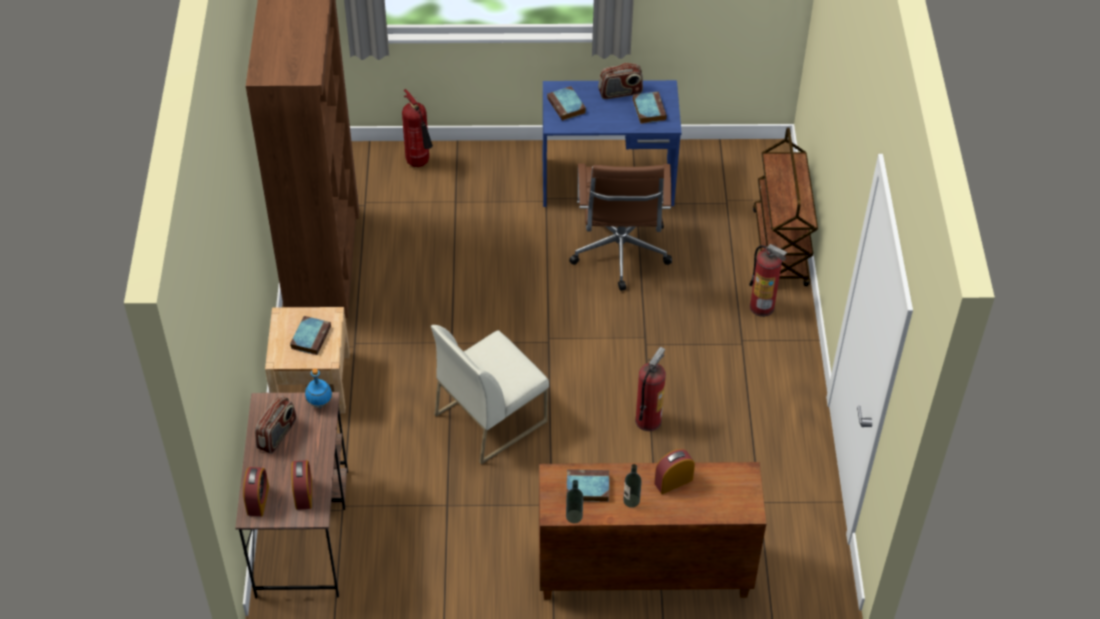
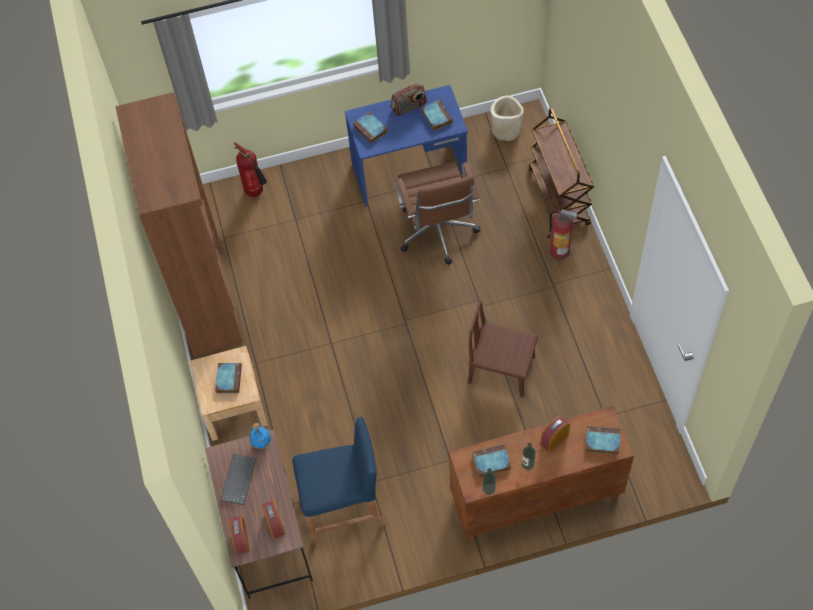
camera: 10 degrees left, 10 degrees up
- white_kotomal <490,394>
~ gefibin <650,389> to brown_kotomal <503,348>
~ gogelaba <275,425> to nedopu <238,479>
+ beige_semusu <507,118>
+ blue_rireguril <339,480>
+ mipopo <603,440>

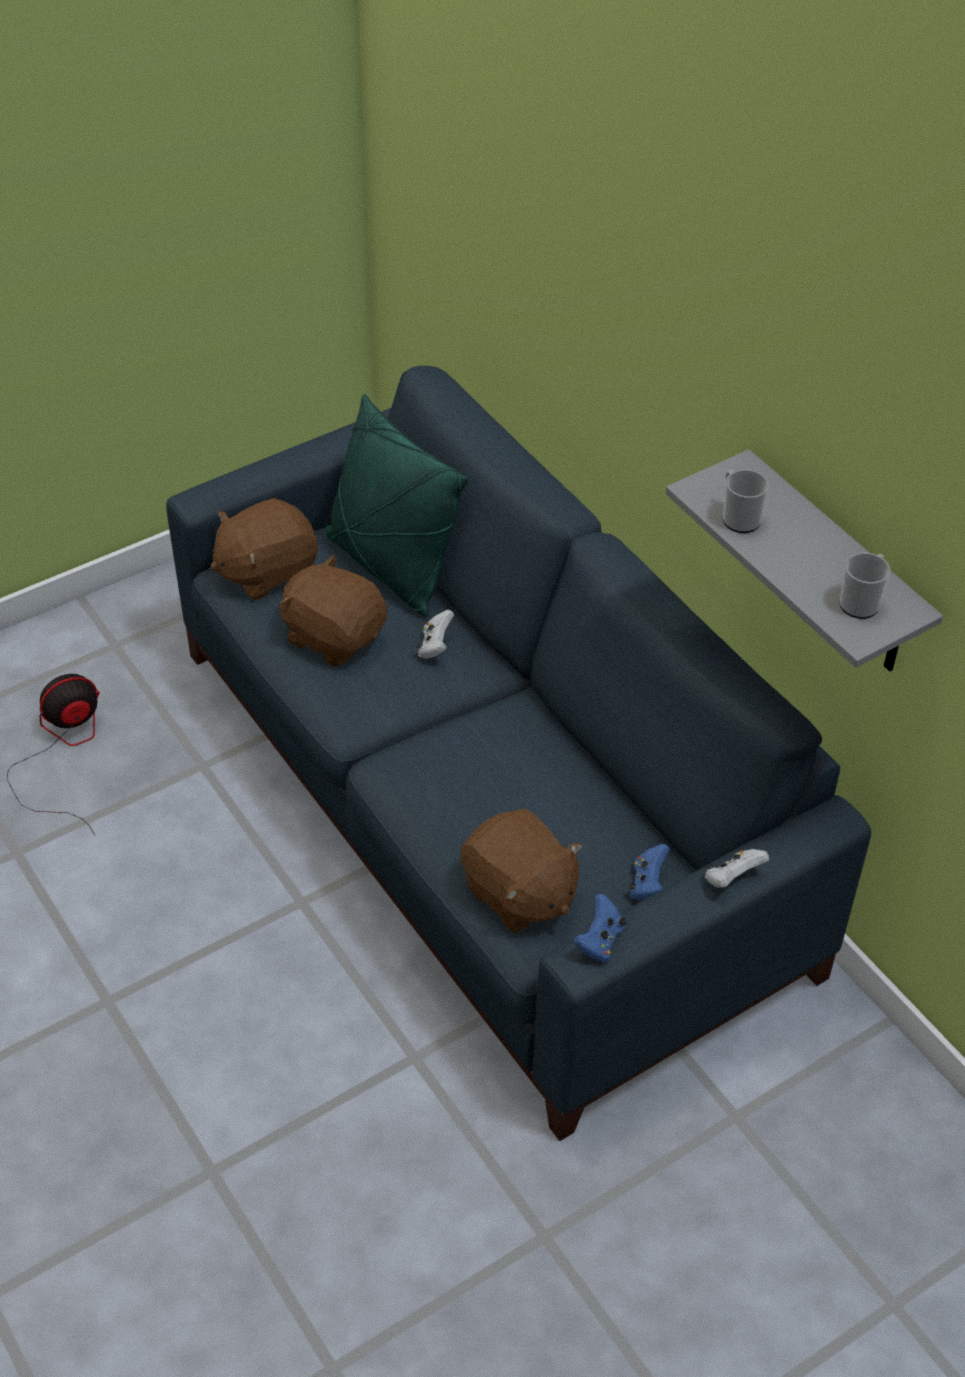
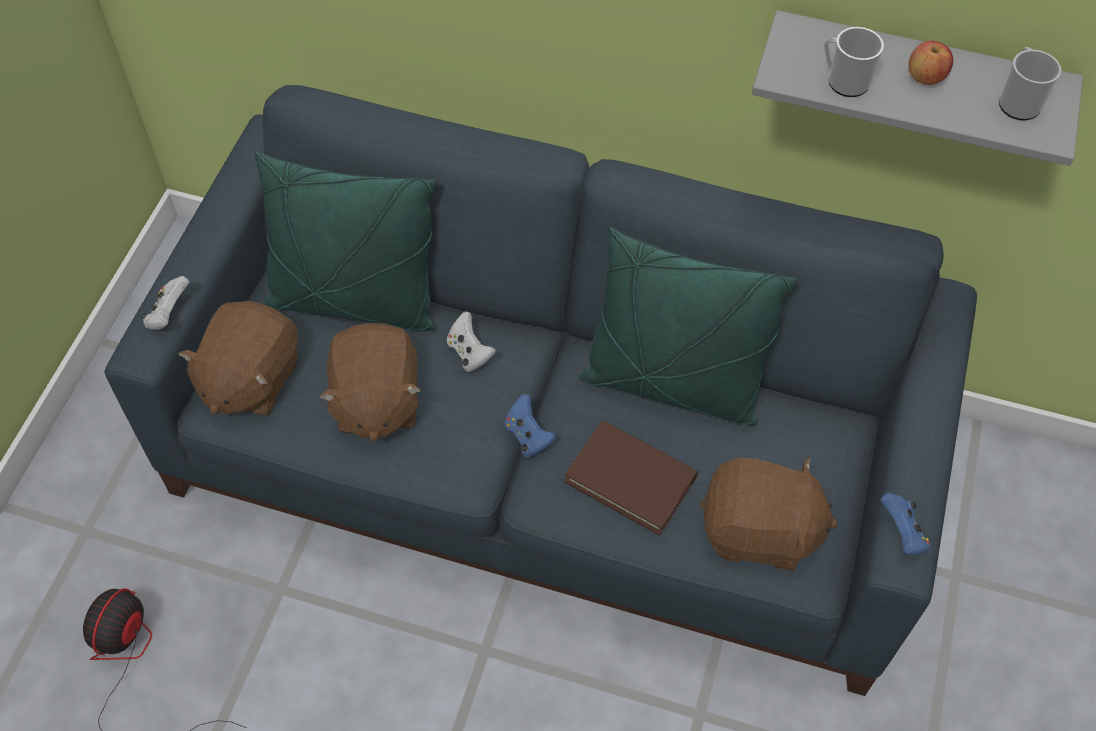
camera: 40 degrees left, 10 degrees up
~ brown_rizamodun <333,610> = <370,382> 90 degrees counterclockwise
~ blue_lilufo <650,872> to <531,425>
~ white_lilufo <737,868> to <165,303>
+ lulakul <931,63>
+ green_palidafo <688,326>
+ brown_mipopo <631,477>

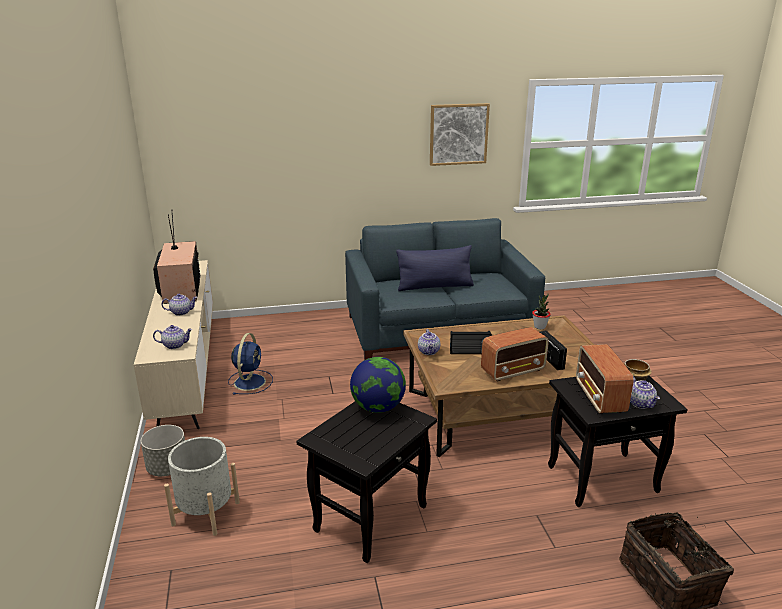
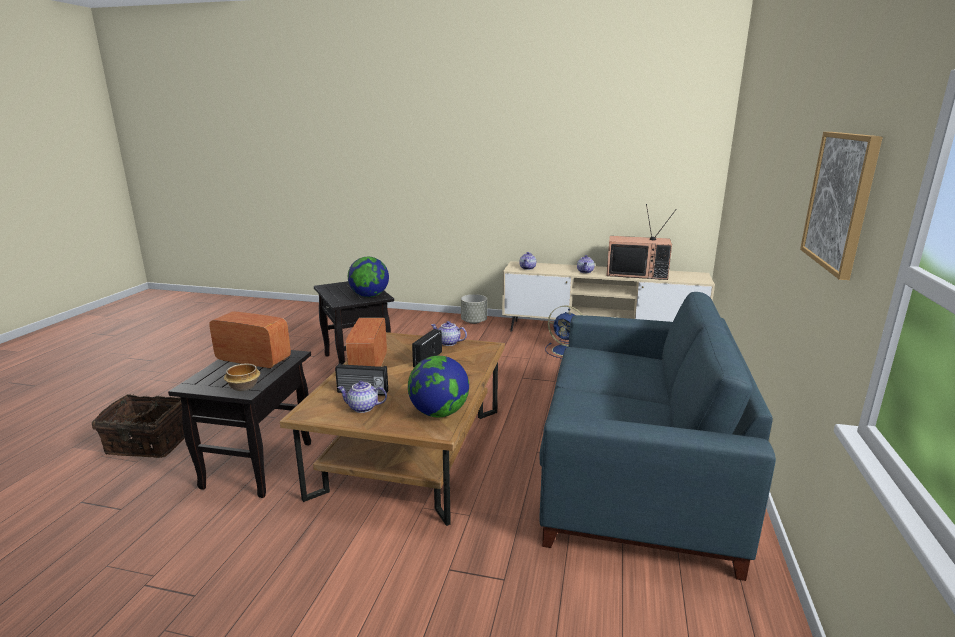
camera: 115 degrees right, 5 degrees down
- blue_palidafo <435,268>
~ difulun <541,311> to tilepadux <438,386>
~ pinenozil <645,393> to <362,397>
- grey_semusu <202,486>

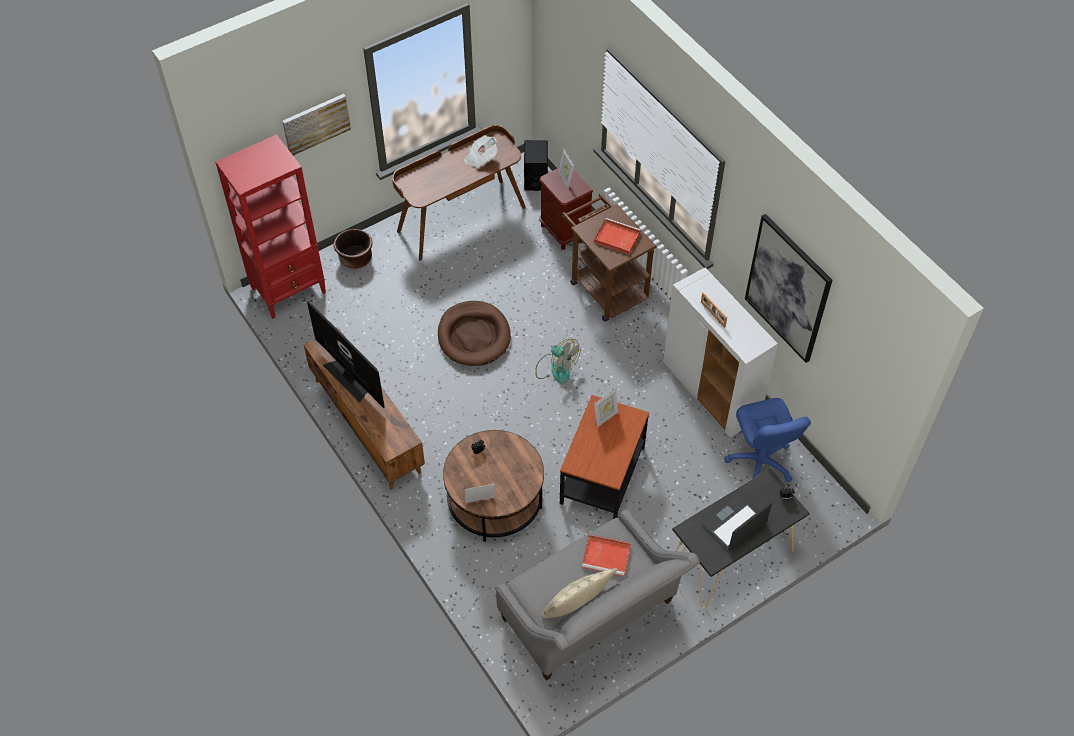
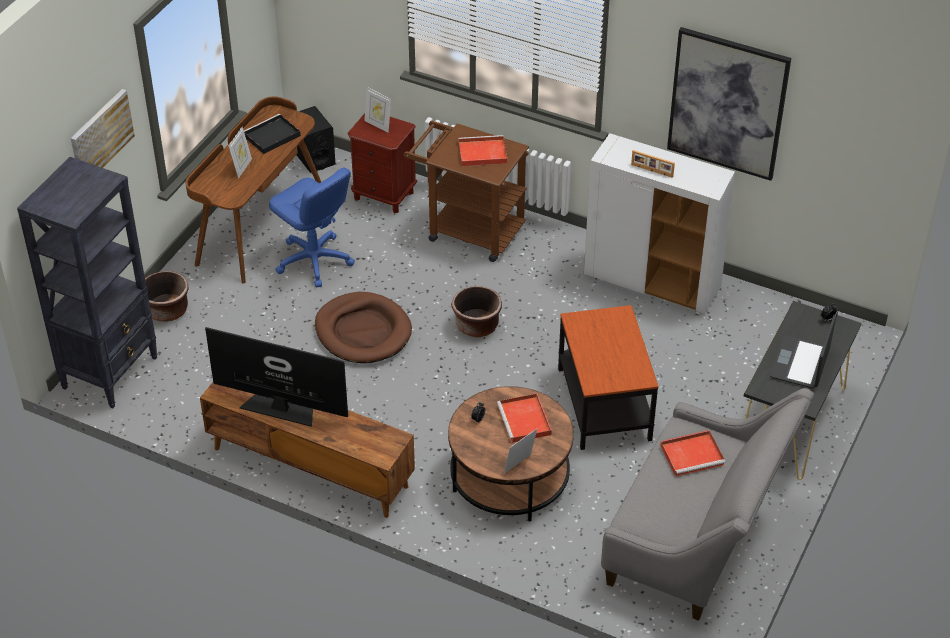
camera: 30 degrees left, 10 degrees down
~ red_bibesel <270,226> to black_bibesel <87,282>
~ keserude <481,152> to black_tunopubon <272,134>
~ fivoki <557,361> to brown_semusu <476,311>
~ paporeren <606,407> to <240,152>
~ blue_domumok <767,440> to <312,227>
- beige_palidafo <579,593>
+ red_tunopubon <524,418>

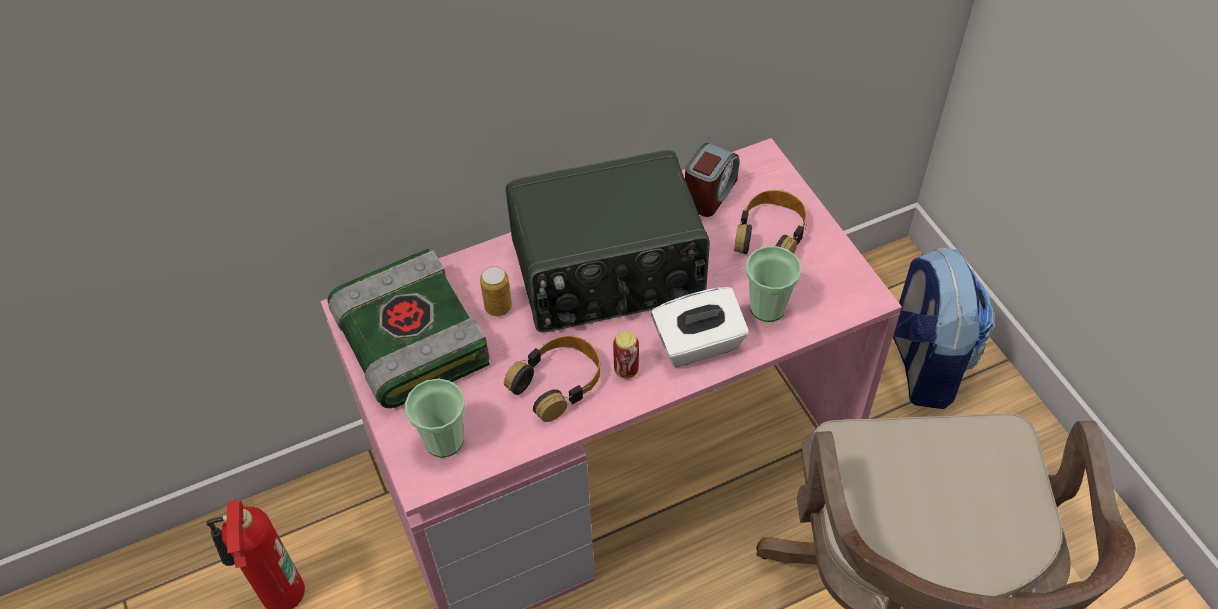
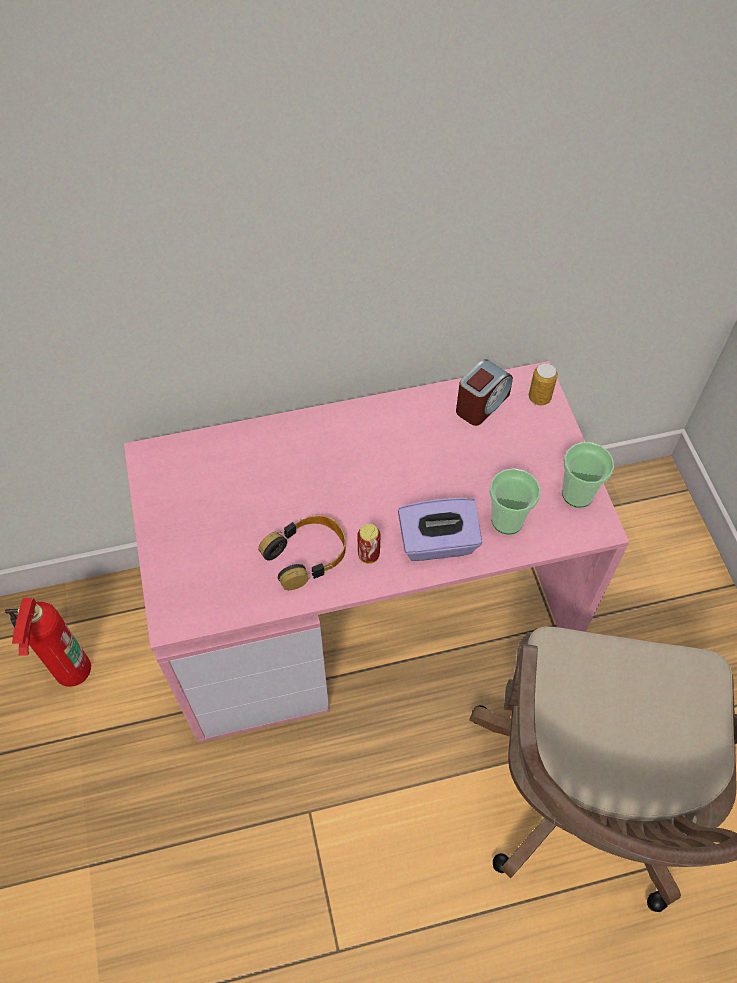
camera: 10 degrees right, 5 degrees up
- gogelaba <608,241>
- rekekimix <770,222>
- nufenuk <943,328>
- mipopo <409,328>
~ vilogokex <496,291> to <543,384>
~ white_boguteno <700,327> to purple_boguteno <440,529>
~ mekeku <435,418> to <588,475>

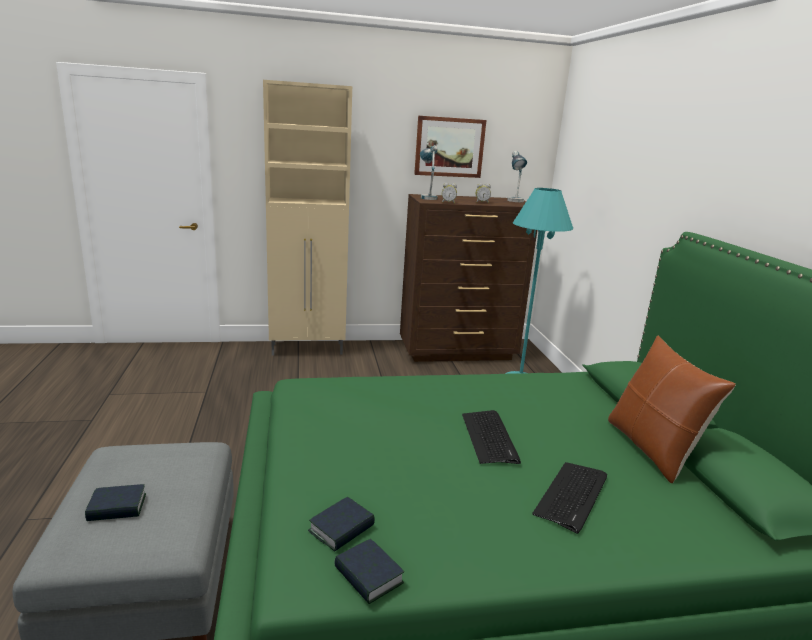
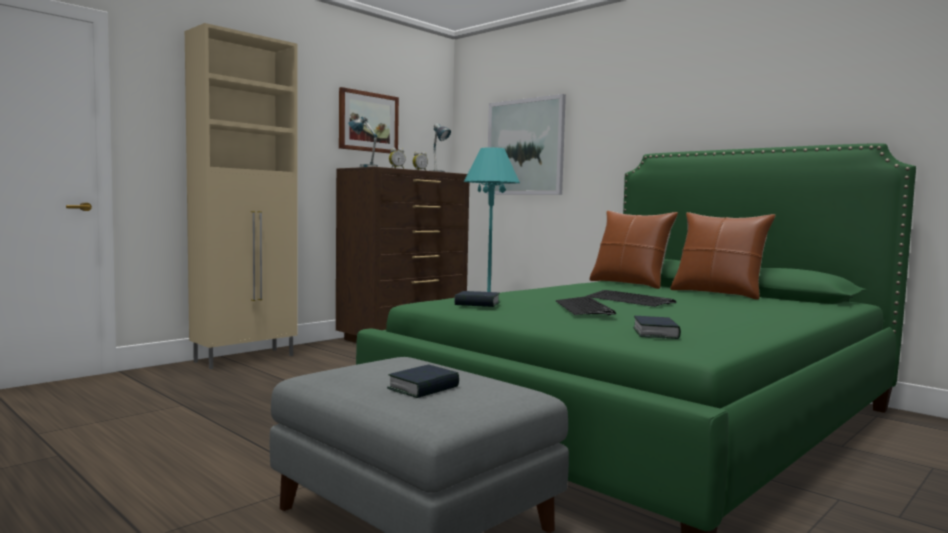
camera: 35 degrees left, 15 degrees down
~ nedopu <569,498> to <585,305>
~ mipopo <369,571> to <477,299>
+ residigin <526,144>
+ brown_palidafo <634,250>

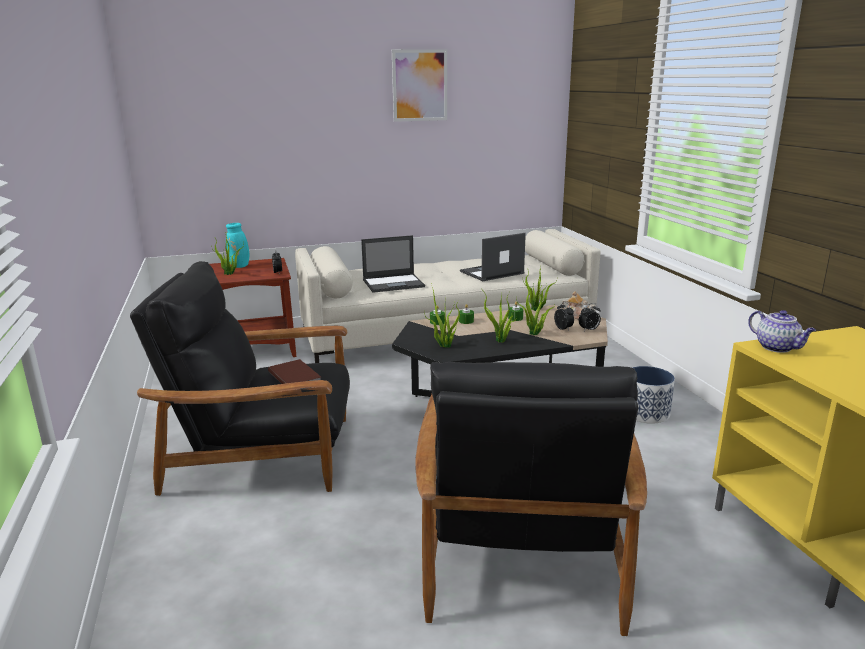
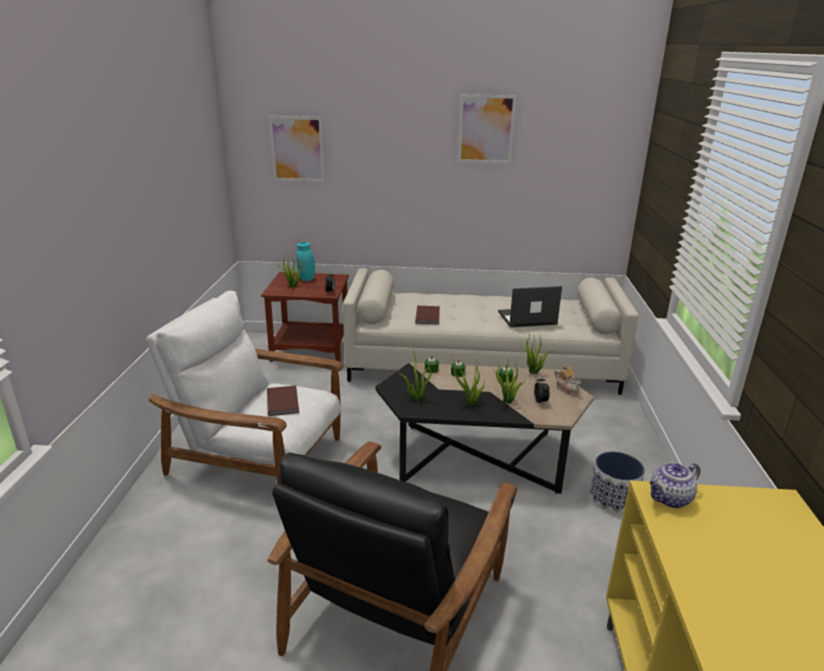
camera: 20 degrees right, 5 degrees up
~ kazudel <393,264> to brown_mipopo <427,315>
~ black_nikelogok <240,378> to white_nikelogok <245,387>
- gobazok <590,317>
~ pinenozil <782,331> = <675,485> 75 degrees clockwise
+ residigin <297,149>

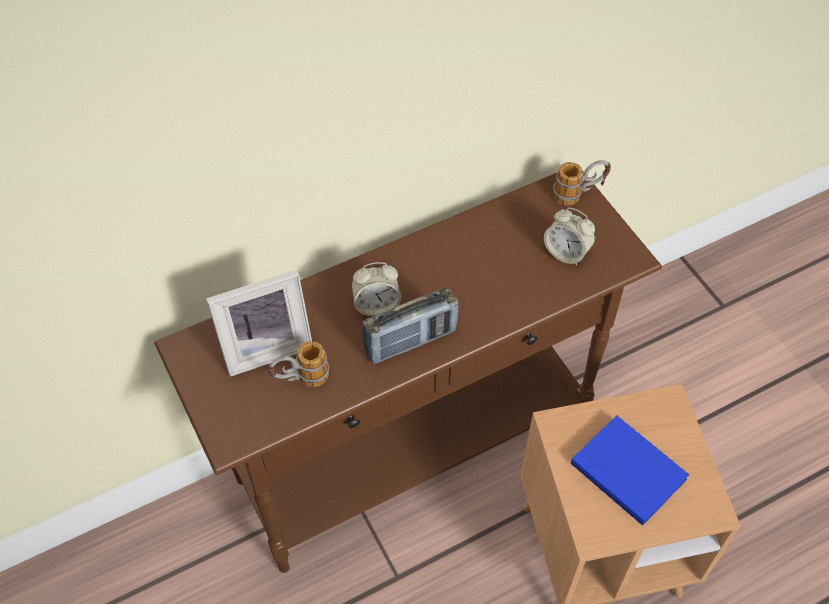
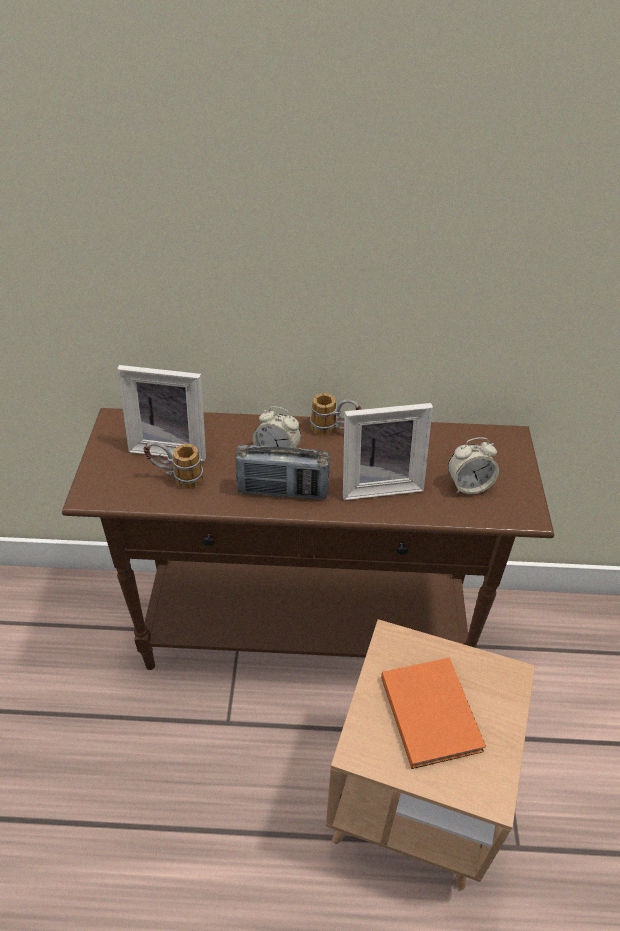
camera: 30 degrees right, 10 degrees down
~ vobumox <582,183> to <336,414>
~ gobazok <569,237> = <473,465> 75 degrees counterclockwise
~ blue_mipopo <630,470> to orange_mipopo <433,713>
+ paporeren <388,451>

